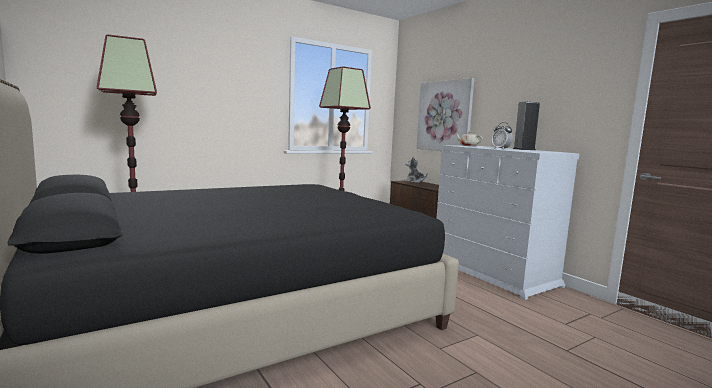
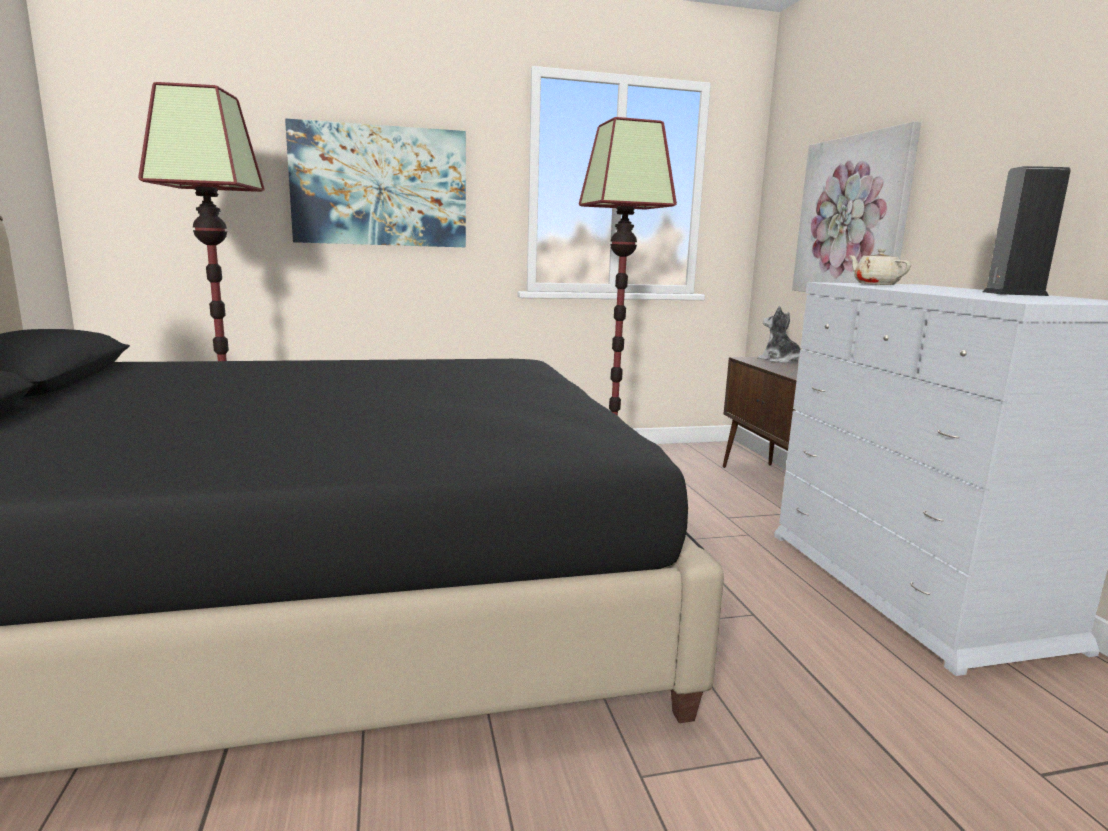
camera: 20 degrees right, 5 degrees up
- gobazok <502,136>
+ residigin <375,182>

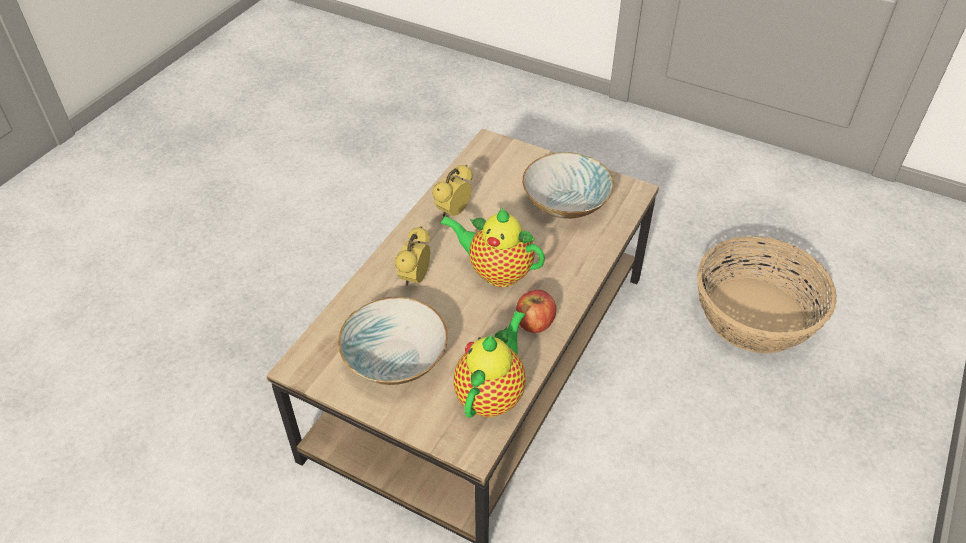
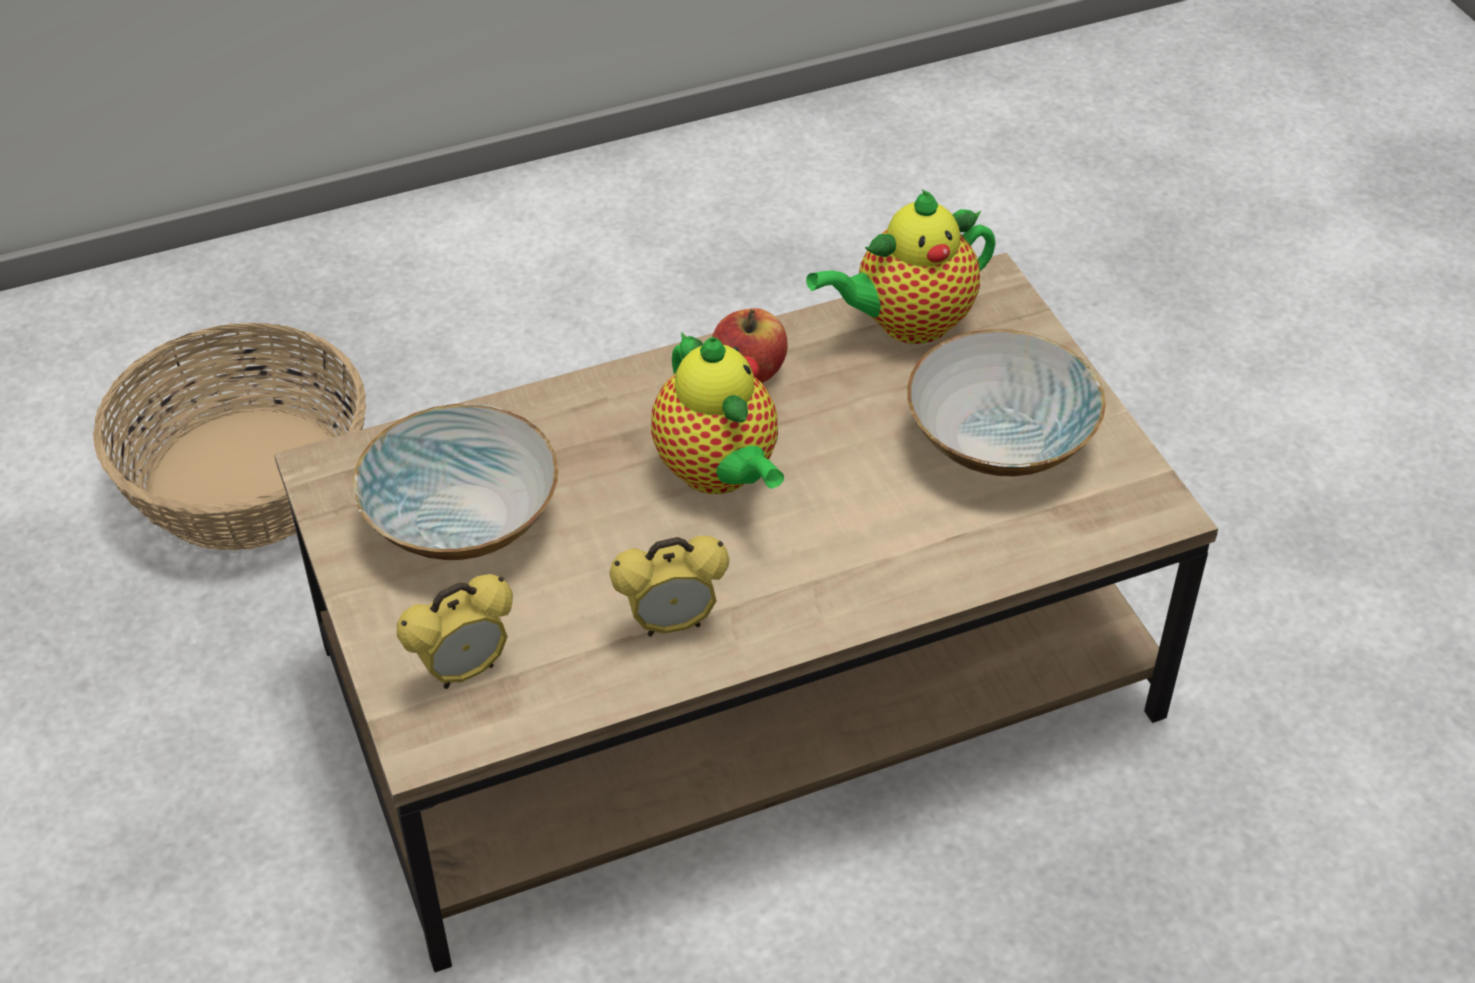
camera: 140 degrees left, 0 degrees up
~ gobazok <412,256> to <455,631>

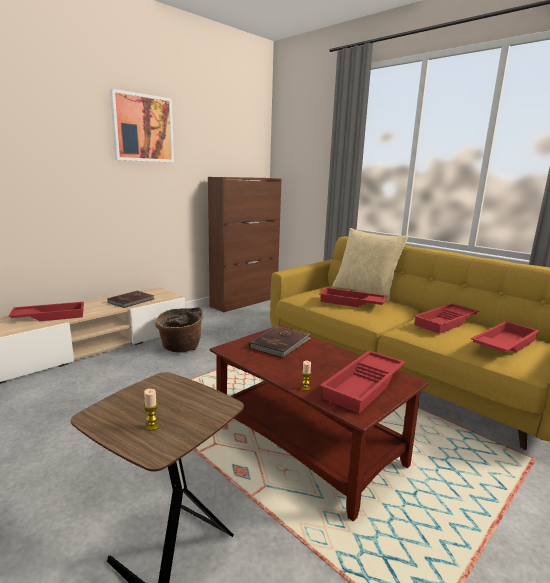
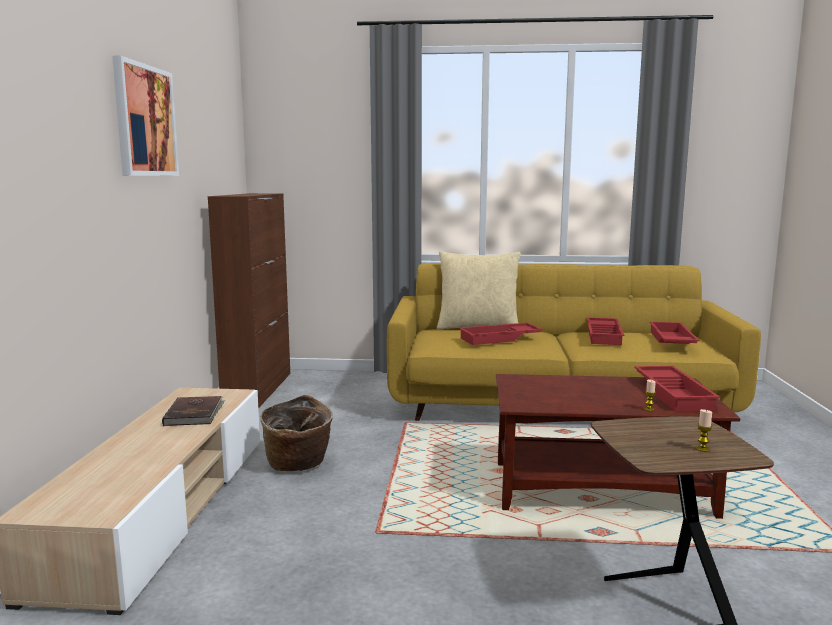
camera: 40 degrees left, 5 degrees down
- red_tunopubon <46,312>
- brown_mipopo <280,342>

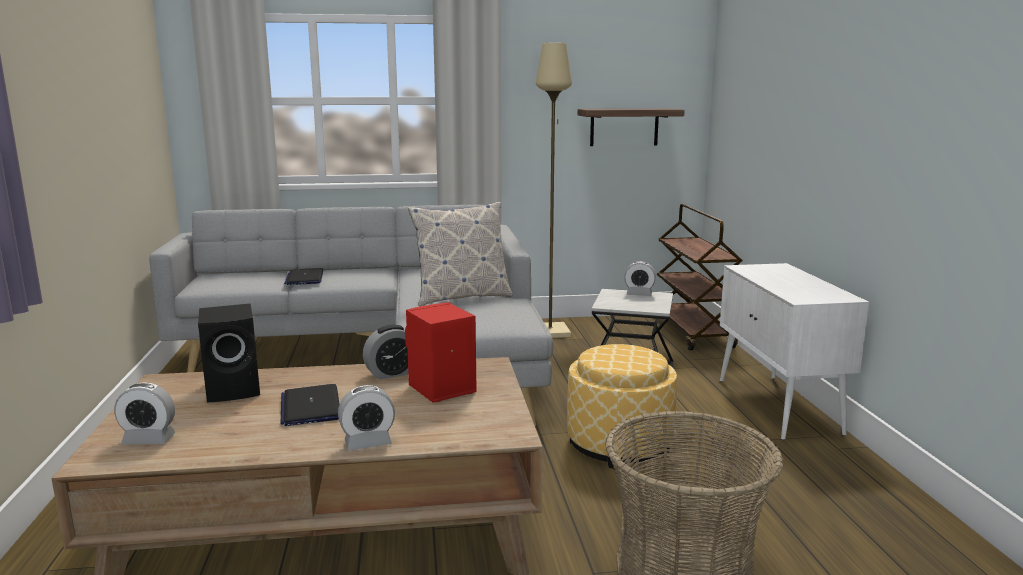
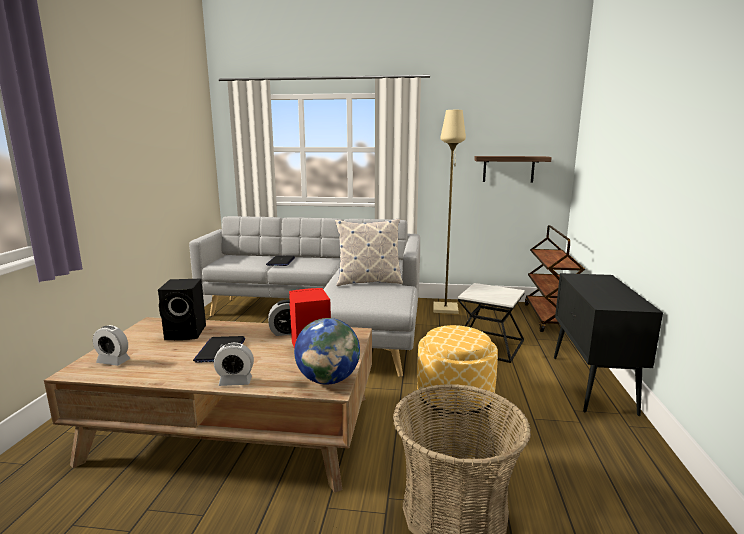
camera: 15 degrees right, 0 degrees up
- gobazok <640,278>
~ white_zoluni <794,351> to black_zoluni <608,344>
+ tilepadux <327,351>

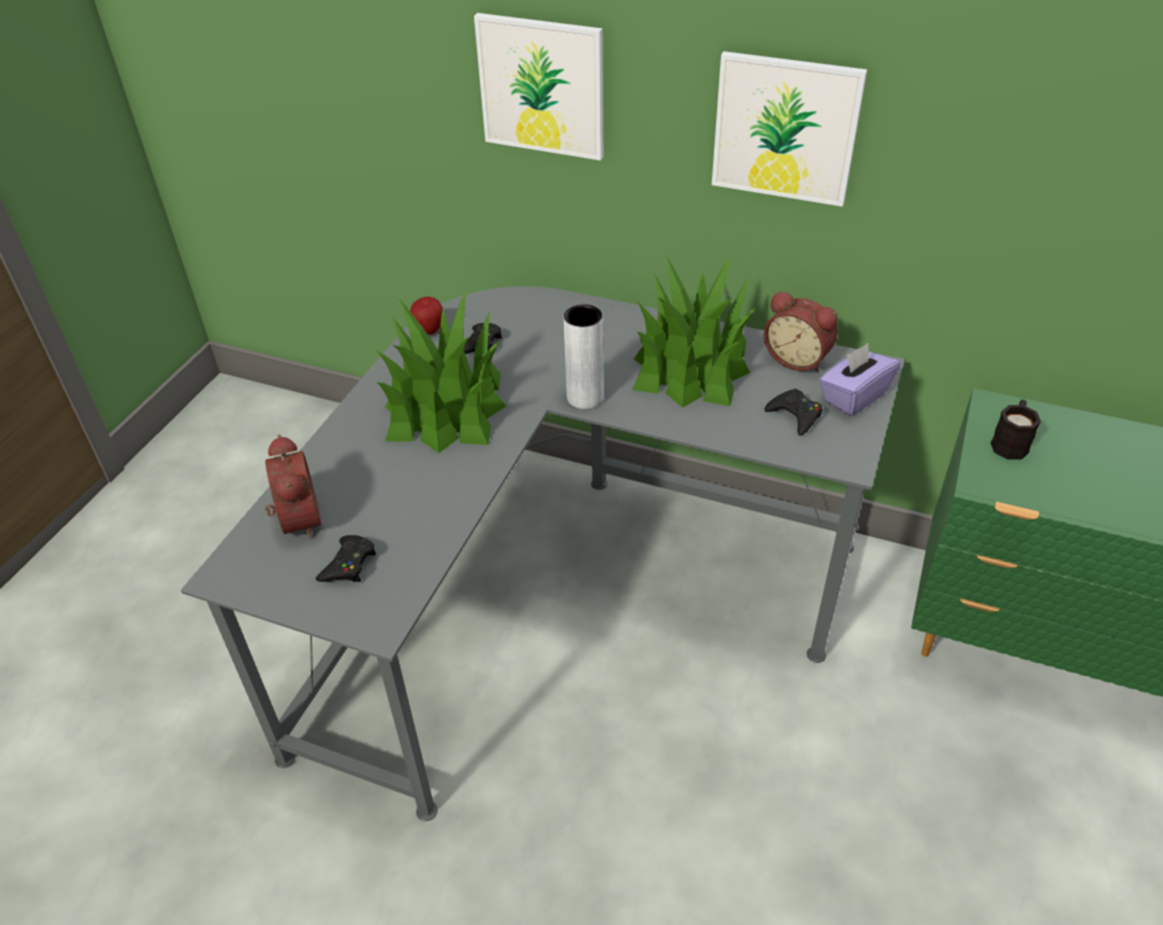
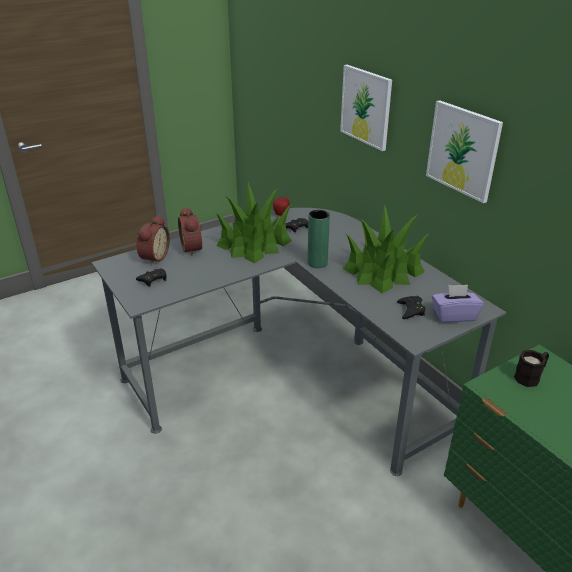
camera: 35 degrees right, 10 degrees down
~ gobazok <801,332> to <190,231>
~ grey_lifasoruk <584,356> to green_lifasoruk <318,239>

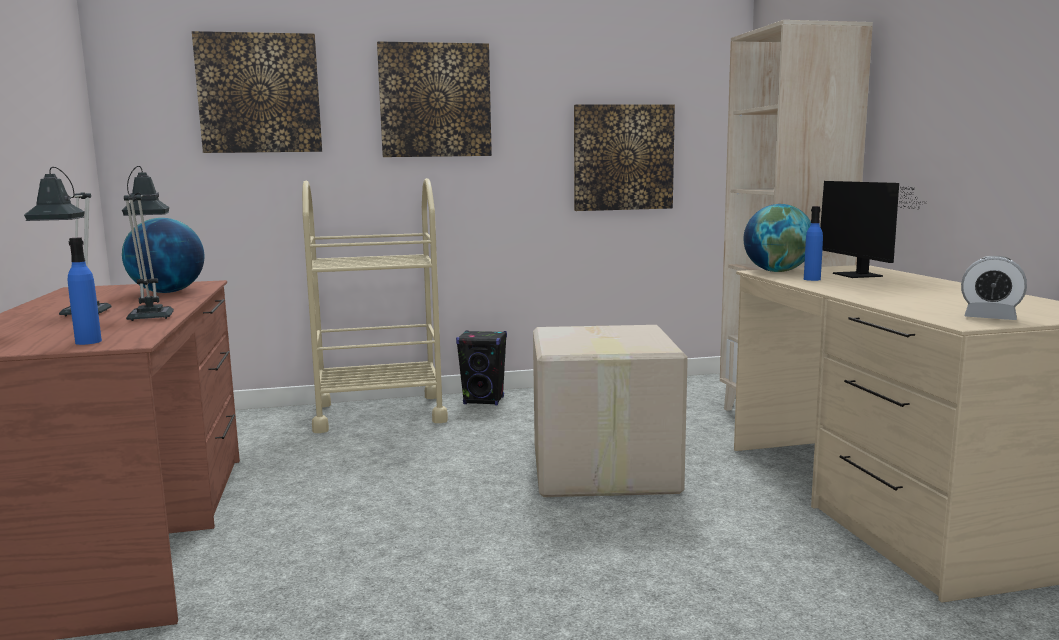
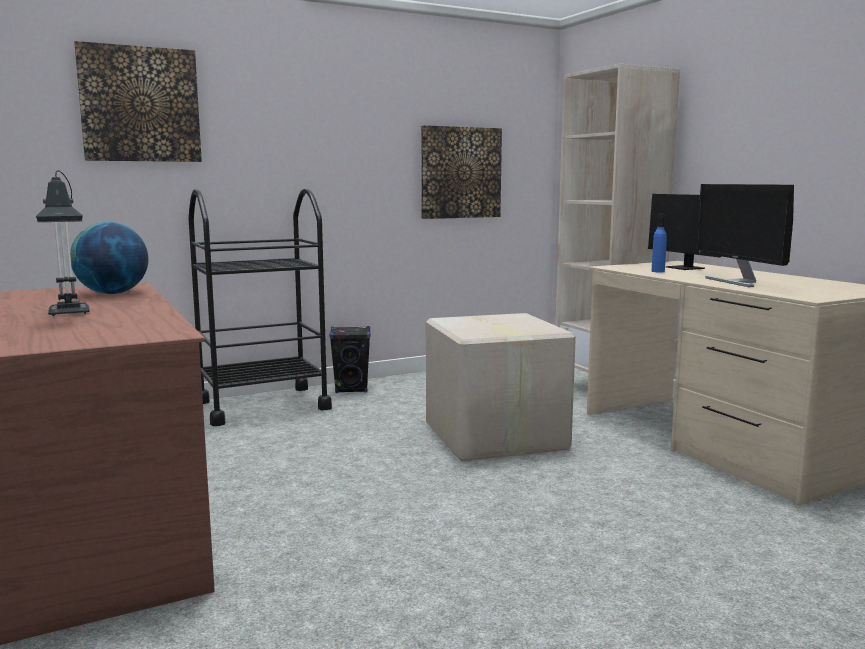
camera: 15 degrees left, 0 degrees up
- residigin <434,99>
- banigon <148,243>
~ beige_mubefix <375,305> to black_mubefix <260,307>
- tilepadux <777,238>
- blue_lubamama <85,291>
- gobazok <994,288>
+ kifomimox <745,235>

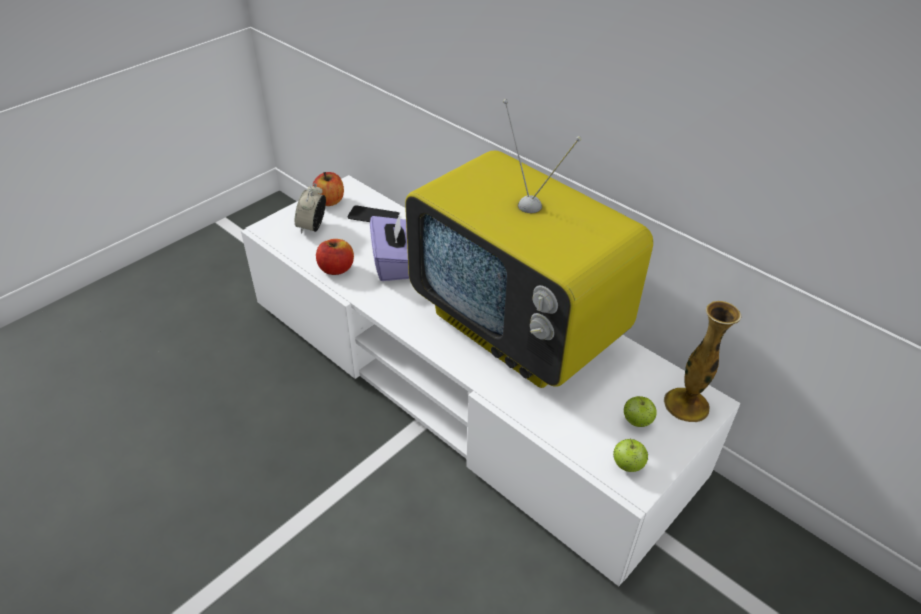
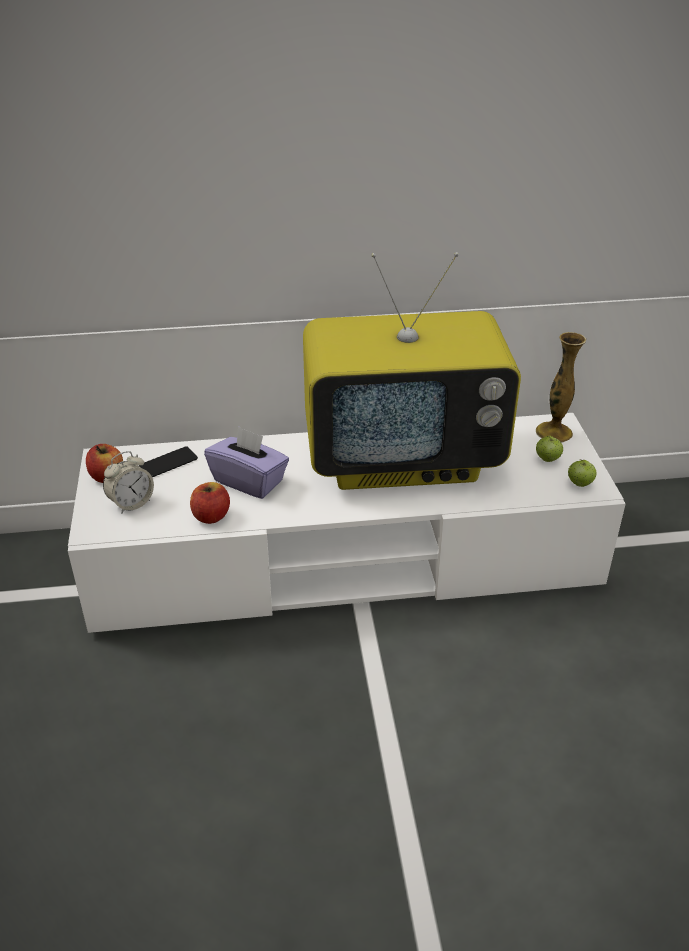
camera: 50 degrees left, 5 degrees down
~ gobazok <310,208> = <128,482> 90 degrees counterclockwise

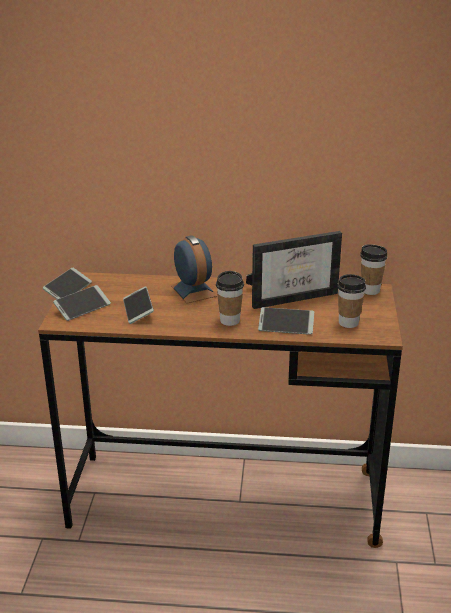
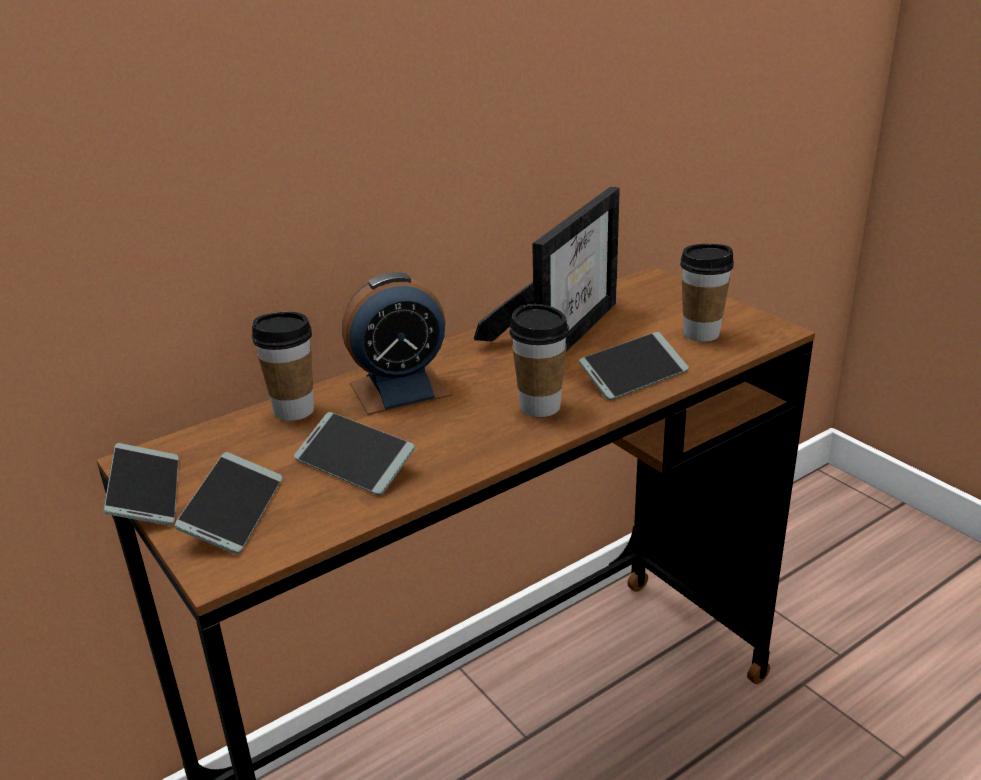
camera: 40 degrees left, 0 degrees up
~ gobazok <194,269> = <397,343> 135 degrees clockwise
~ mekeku <374,269> to <283,366>

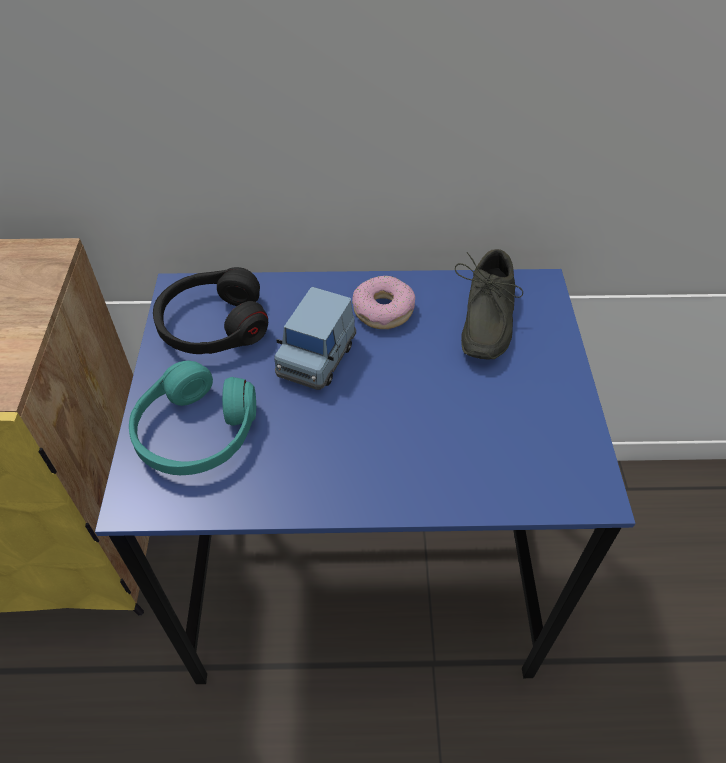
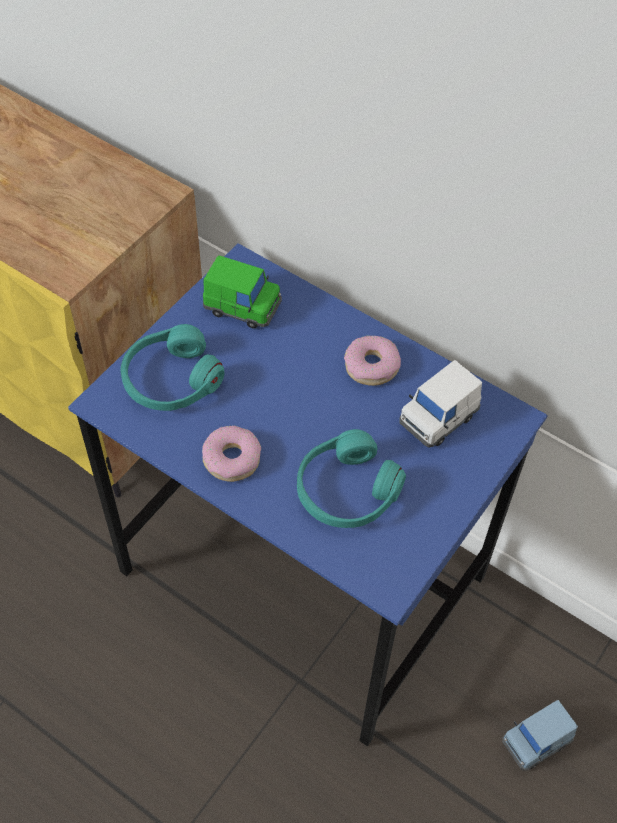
camera: 35 degrees right, 5 degrees up
~ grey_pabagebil <489,304> to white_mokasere <440,403>
~ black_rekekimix <210,310> to green_mokasere <242,292>
~ blue_mokasere <315,338> to <540,735>
+ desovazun <231,453>
+ turquoise_rekekimix <351,478>

